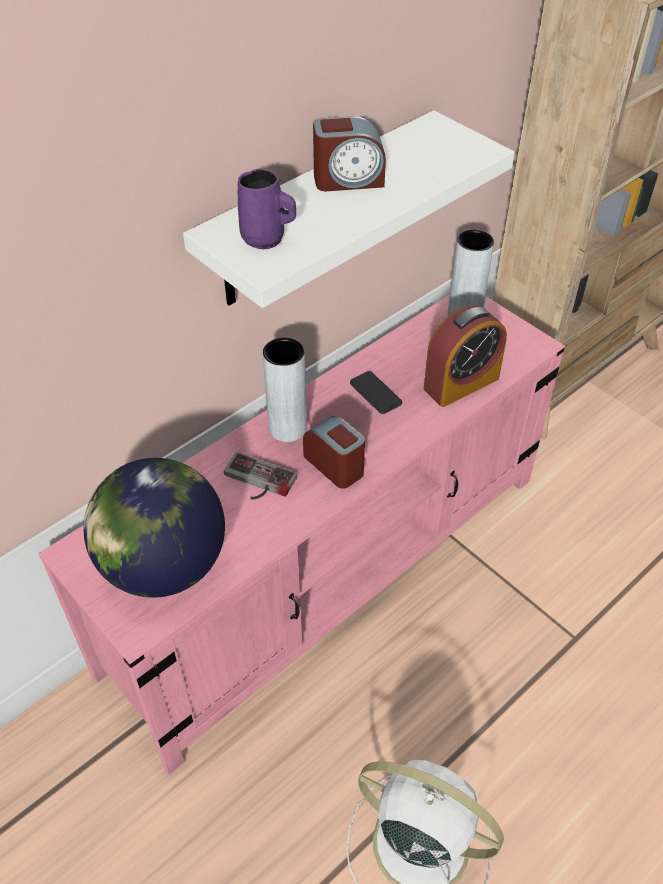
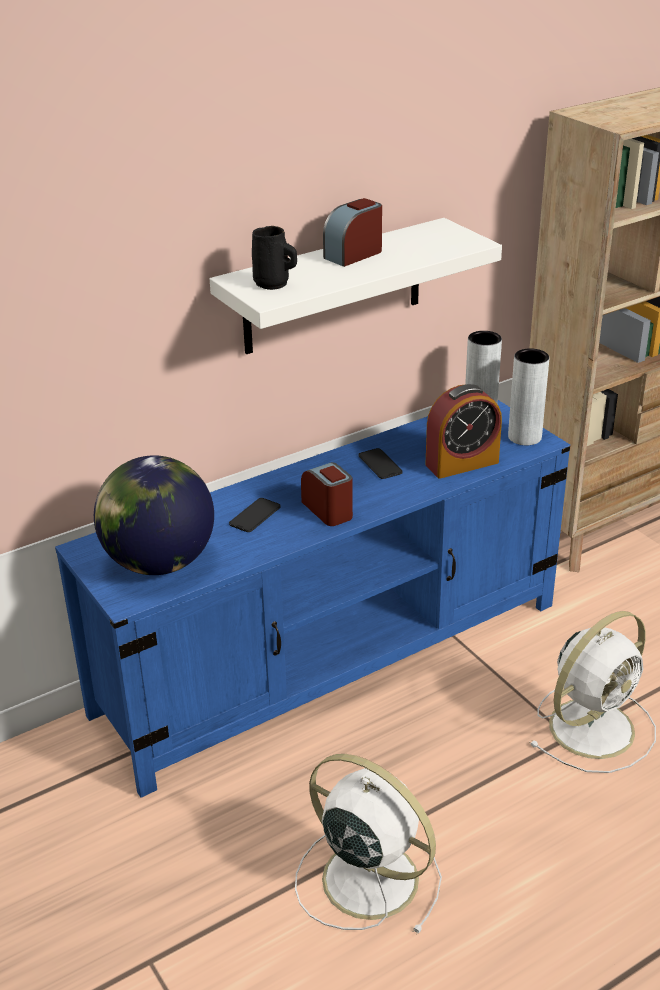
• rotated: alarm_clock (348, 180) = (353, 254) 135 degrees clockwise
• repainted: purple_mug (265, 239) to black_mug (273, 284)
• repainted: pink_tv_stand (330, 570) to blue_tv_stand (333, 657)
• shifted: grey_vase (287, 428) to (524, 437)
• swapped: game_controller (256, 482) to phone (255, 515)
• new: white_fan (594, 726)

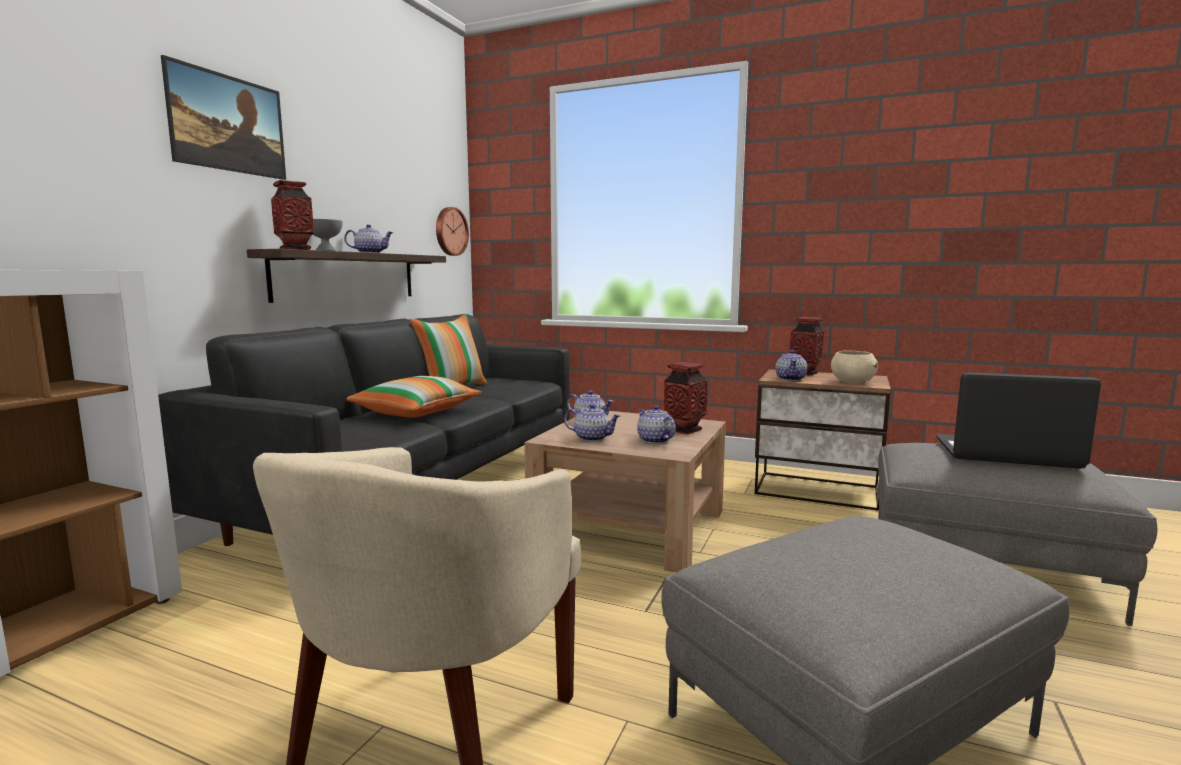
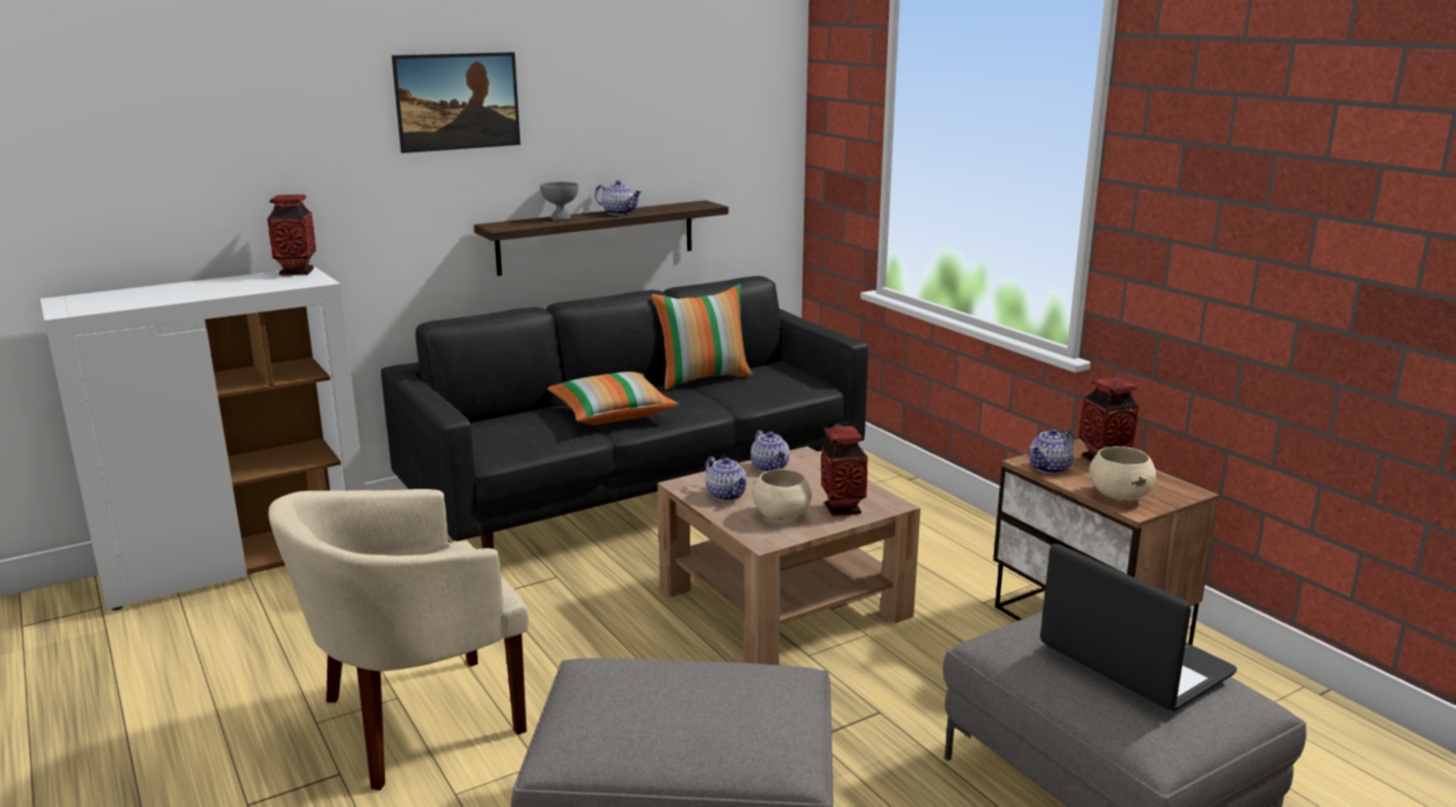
• shifted: vase (295, 249) to (297, 272)
• gone: wall_clock (450, 231)
• swapped: teapot (654, 440) to beige_bowl (780, 516)

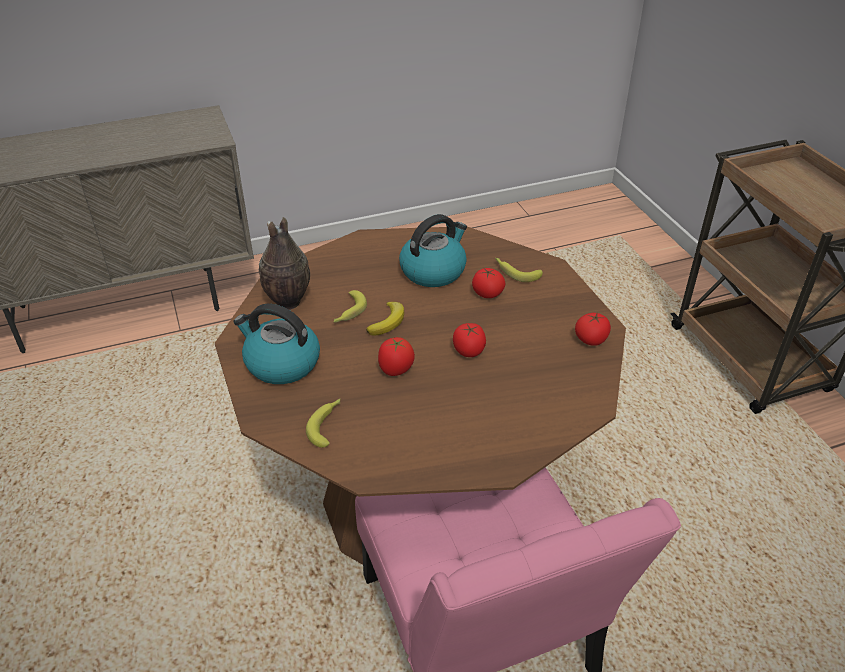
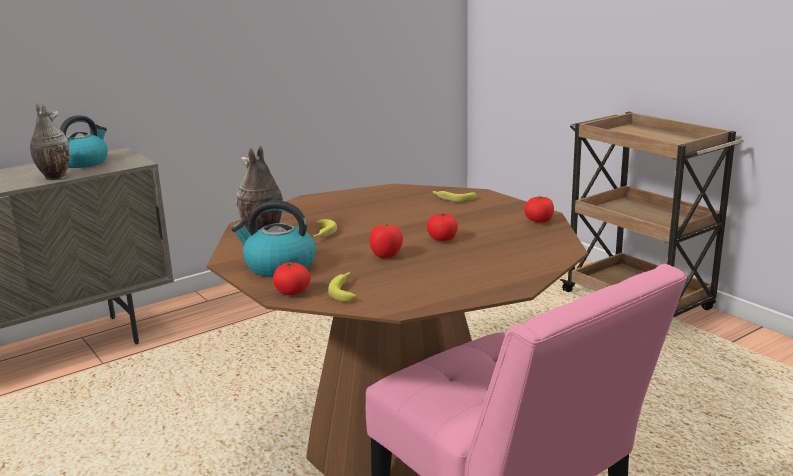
• shifted: kettle (433, 271) to (84, 162)
• shifted: tomato (487, 294) to (292, 292)
• gone: banana (388, 321)
• new: vase (54, 177)

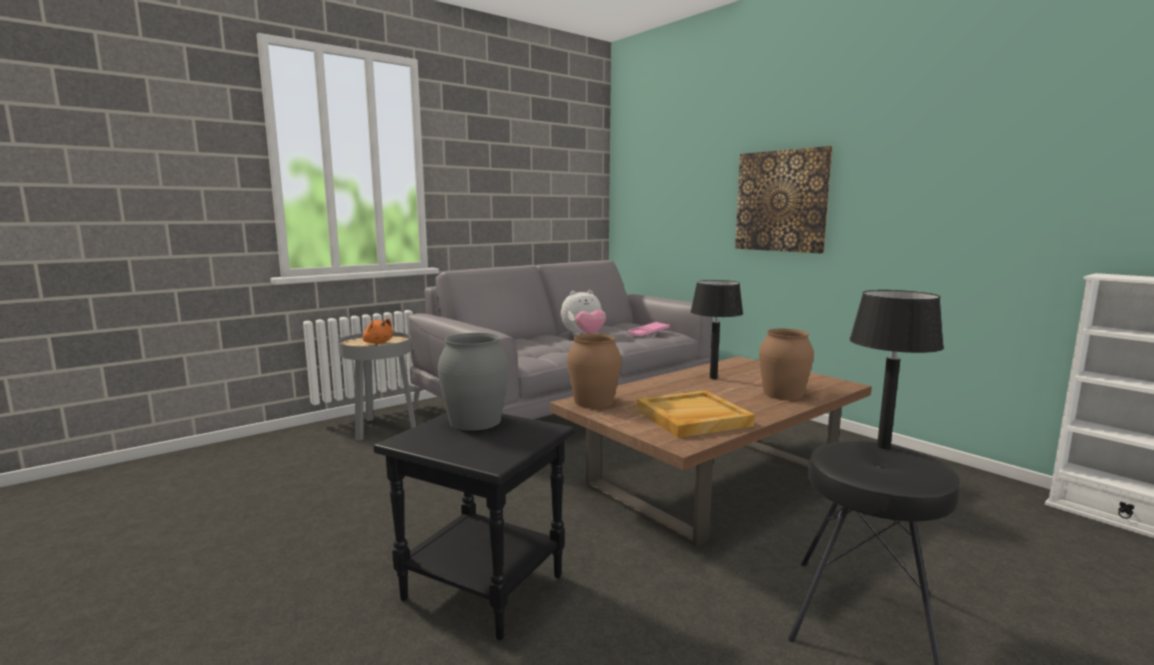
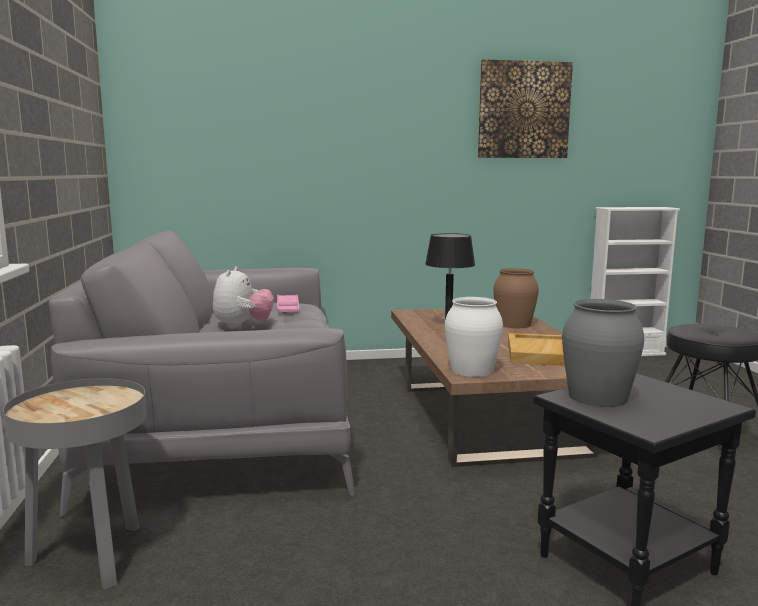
• shifted: picture (781, 201) to (523, 110)
• gone: black_table_lamp (883, 447)
• gone: orange_plush_toy (377, 343)
• repainted: brown_vase (594, 402) to white_vase (472, 370)

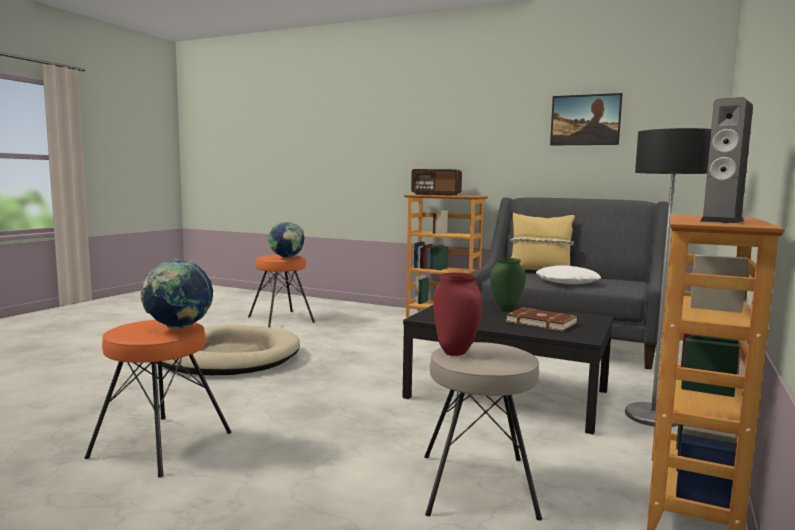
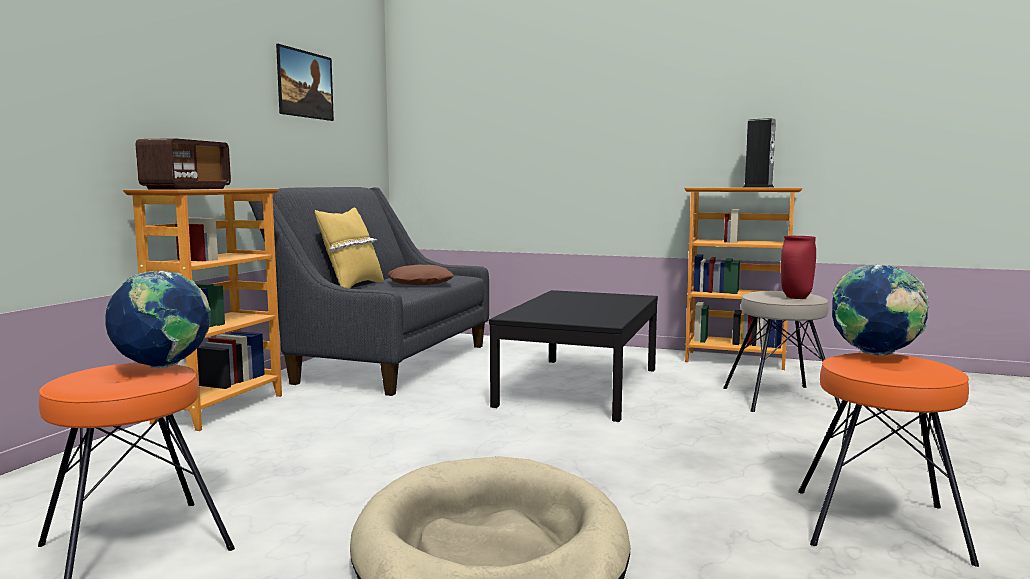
• gone: floor_lamp (653, 416)
• gone: green_vase (506, 309)
• repainted: white_pillow (567, 282) to brown_pillow (419, 283)
• gone: brown_book (541, 322)

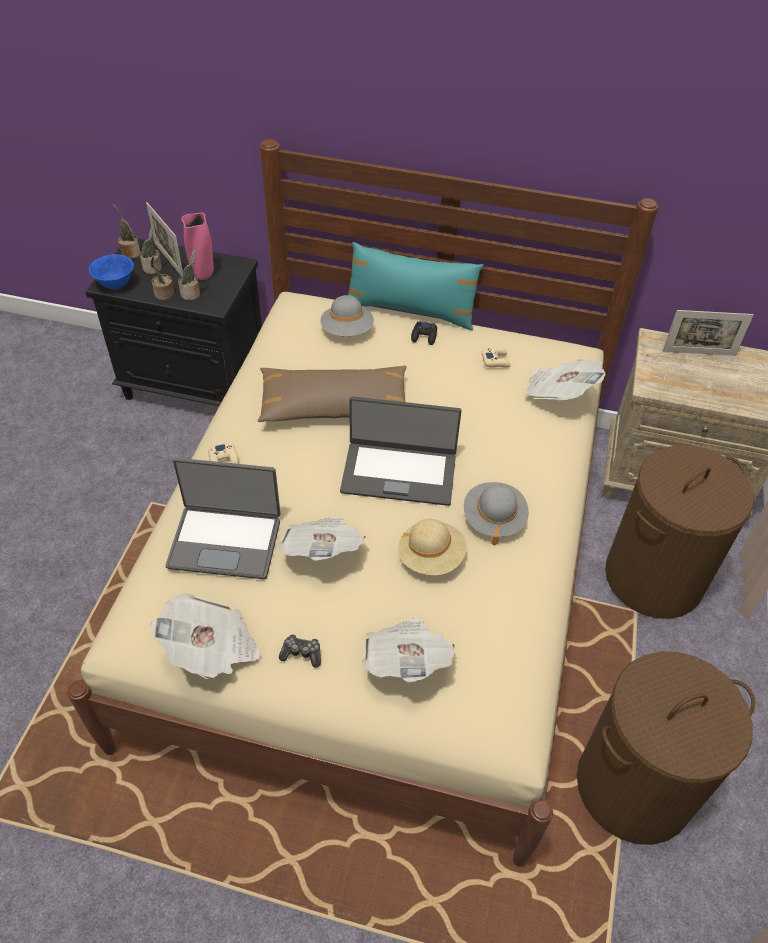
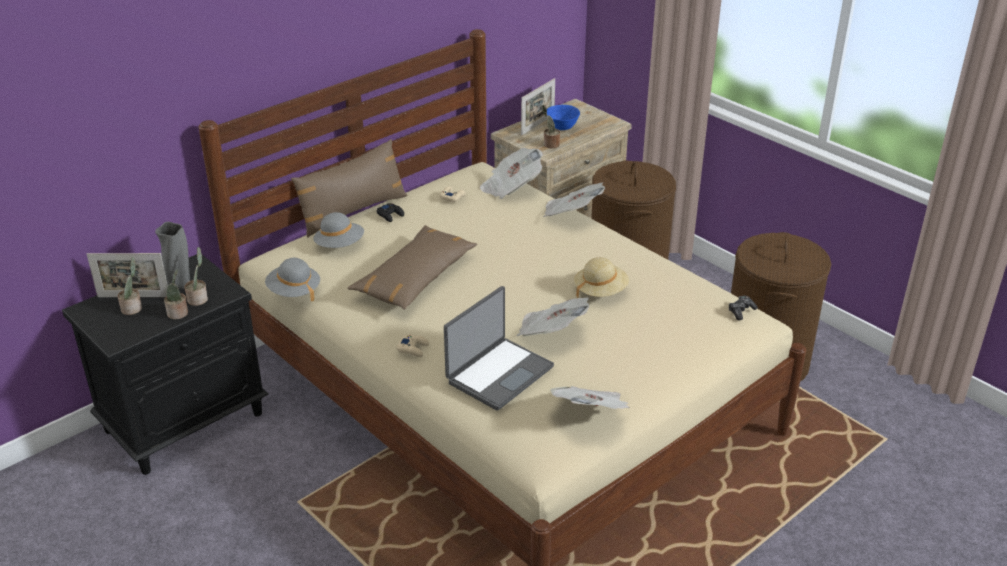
• shifted: potted_plant (130, 252) to (550, 144)
• repainted: pink_vase (203, 274) to grey_vase (180, 285)
• repainted: turquoise_pillow (410, 310) to brown_pillow (352, 212)
• shifted: blue_bowl (115, 284) to (562, 128)
• gone: laptop (399, 472)
• shifted: grey_hat (493, 519) to (294, 291)
• shifted: newspaper (406, 660) to (571, 214)
• shifted: game_controller (301, 653) to (741, 311)

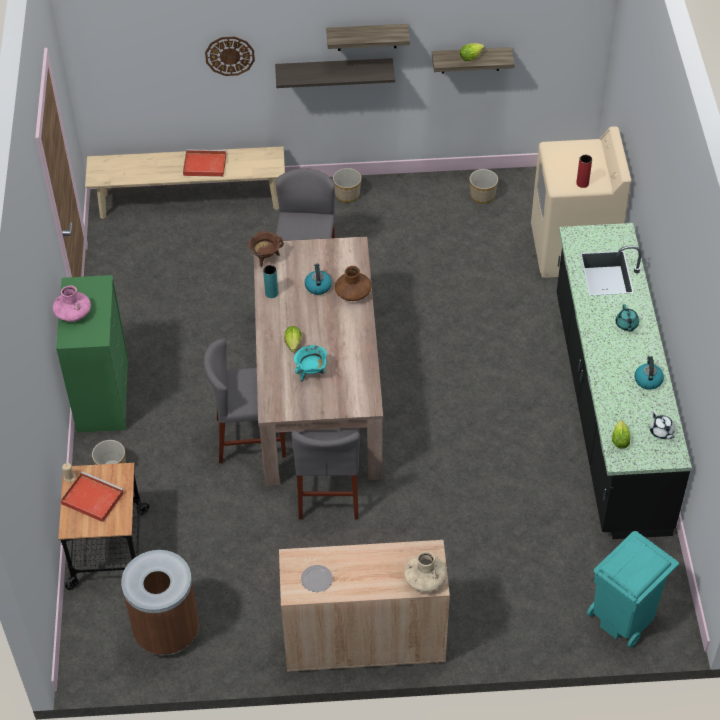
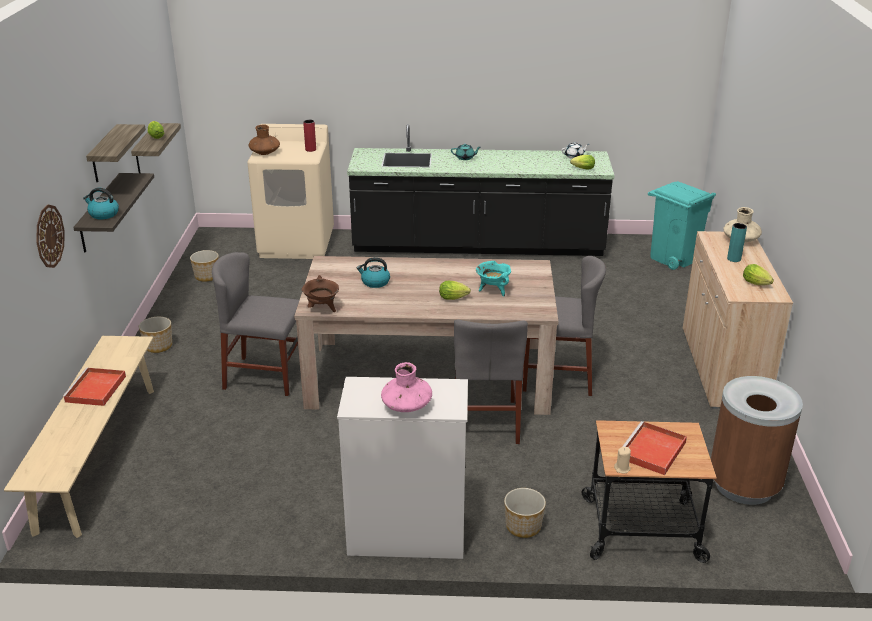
• shifted: turquoise_vase (271, 293) to (734, 259)
• shifted: brown_vase (353, 293) to (265, 153)
• repainted: green_dresser (103, 395) to white_dresser (405, 534)
• shifted: kettle (648, 380) to (103, 214)
• swapped: plate (317, 579) to lettuce (757, 284)

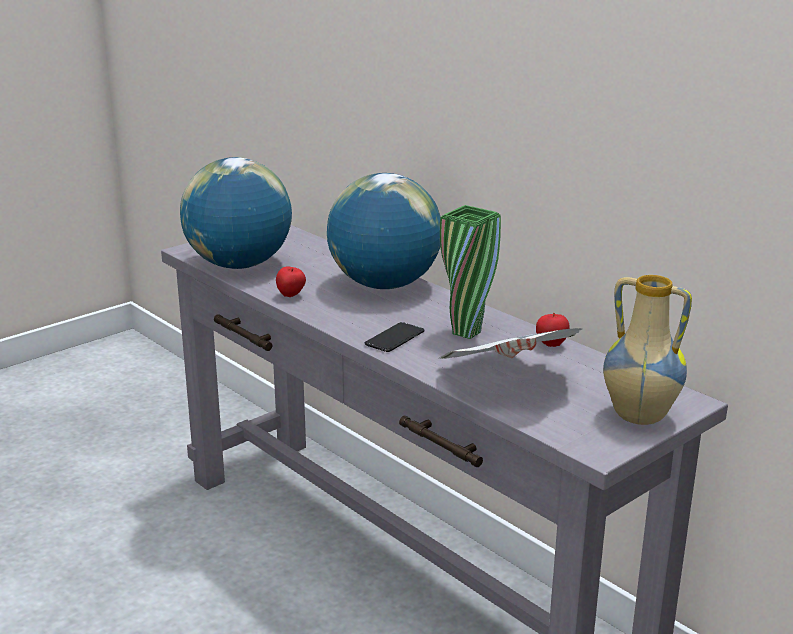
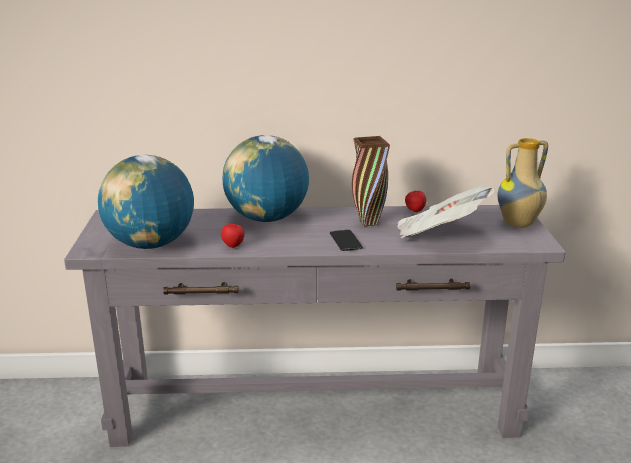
• repainted: green_vase (466, 333) to brown_vase (368, 223)

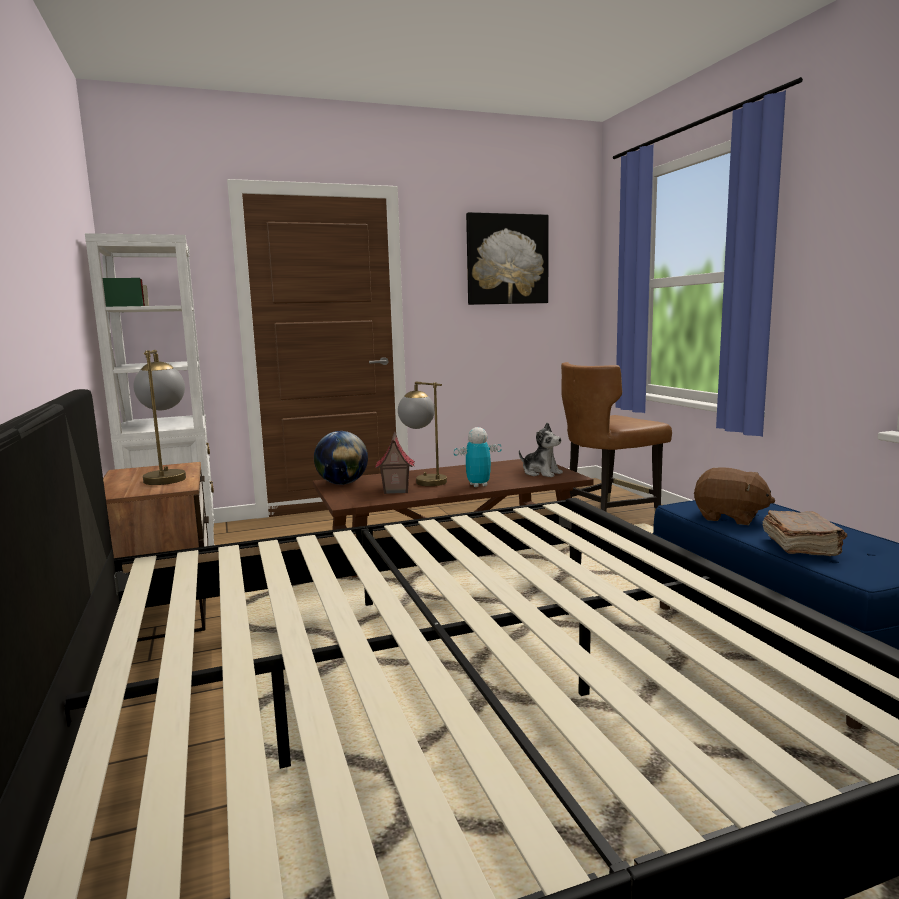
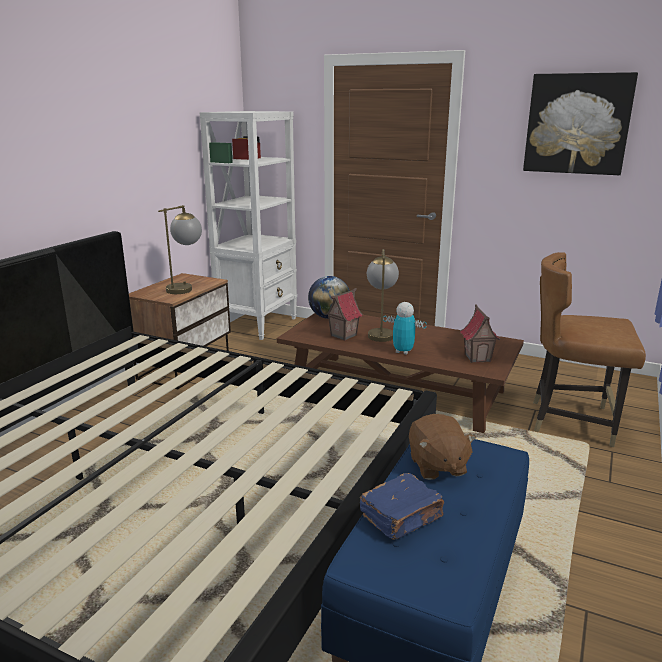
• swapped: plush_toy (541, 473) to toy_house (478, 358)
• repainted: brown_book (800, 546) to blue_book (402, 517)

